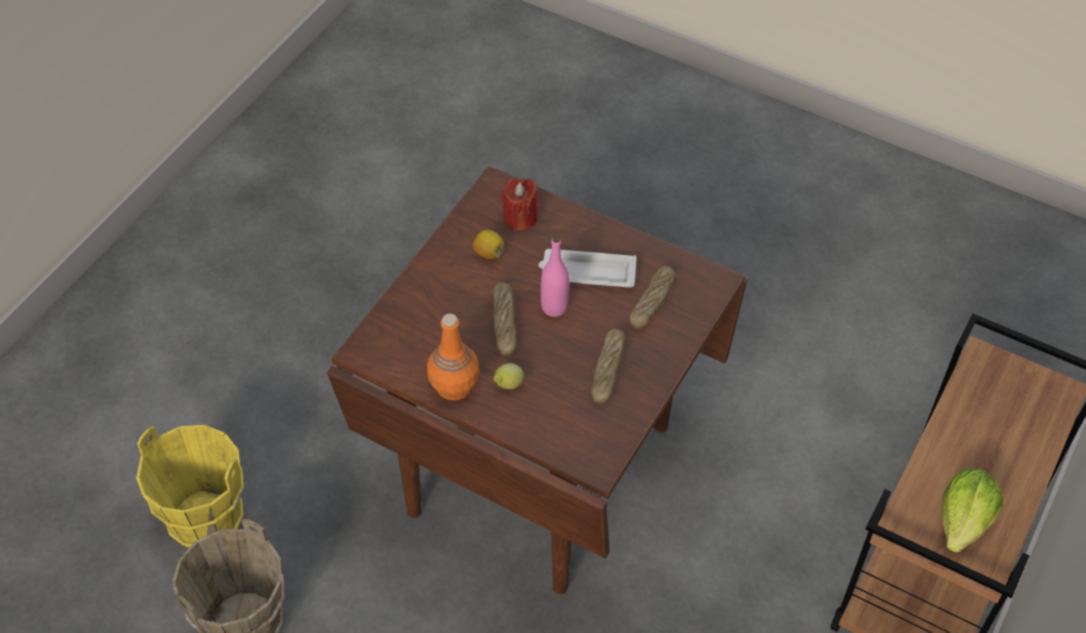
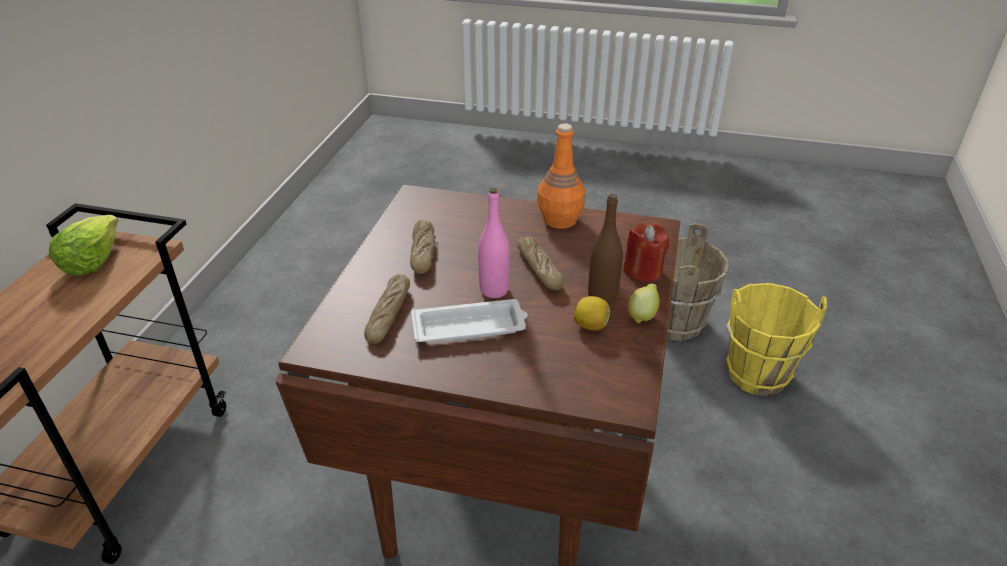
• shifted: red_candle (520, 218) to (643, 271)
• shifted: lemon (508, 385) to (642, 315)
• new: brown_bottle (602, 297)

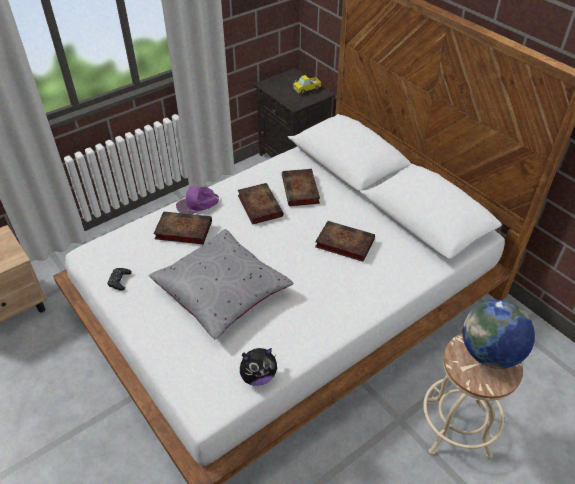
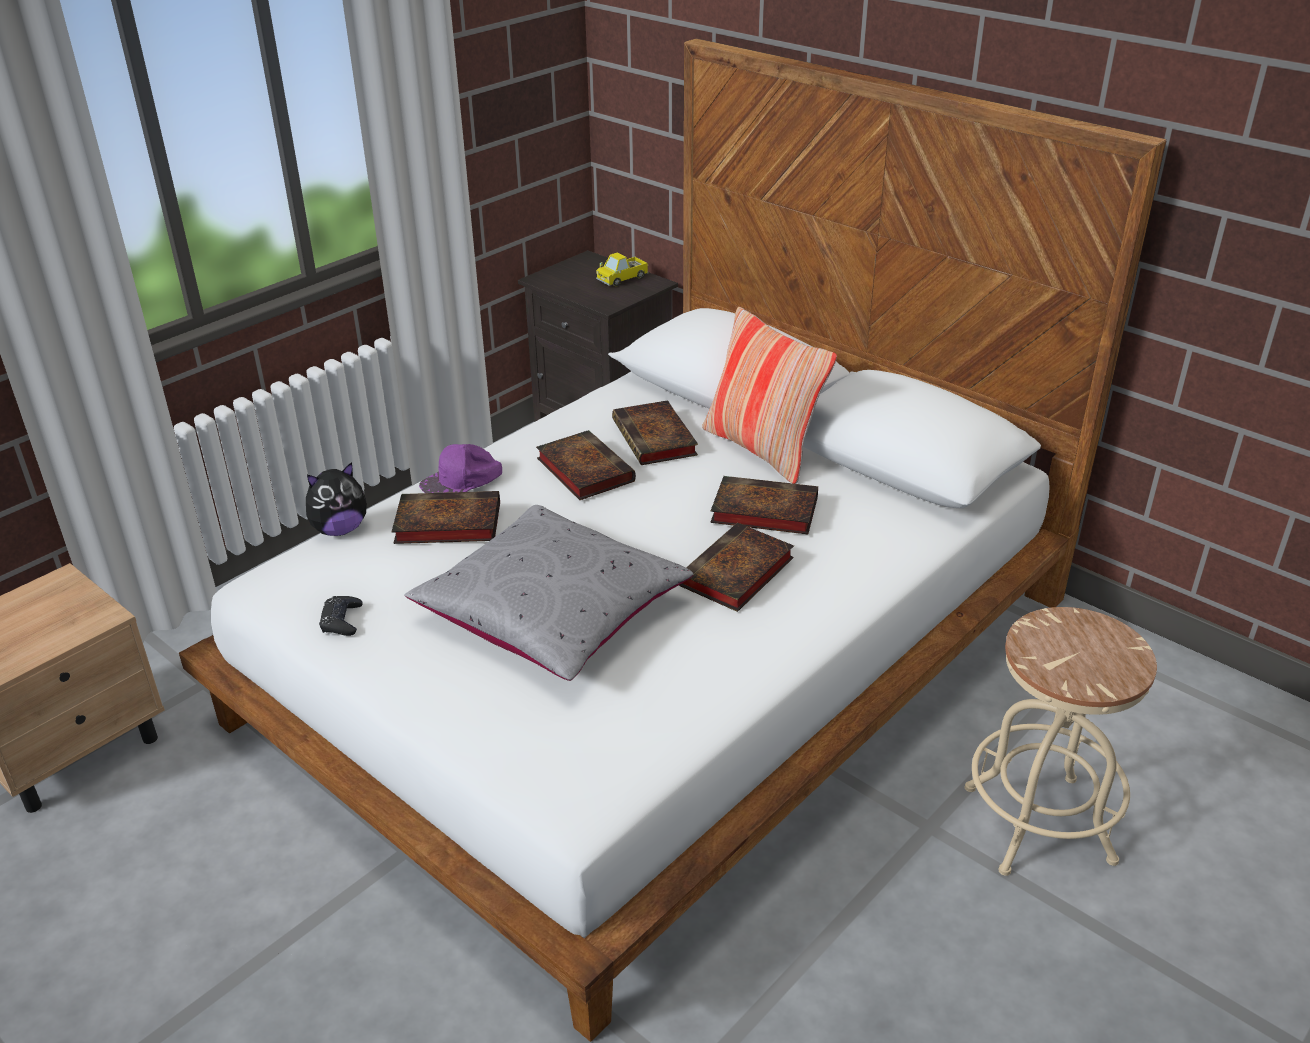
• gone: globe (489, 353)
• shifted: plush_toy (258, 376) to (339, 529)
• new: pillow (762, 449)
• new: book (735, 574)

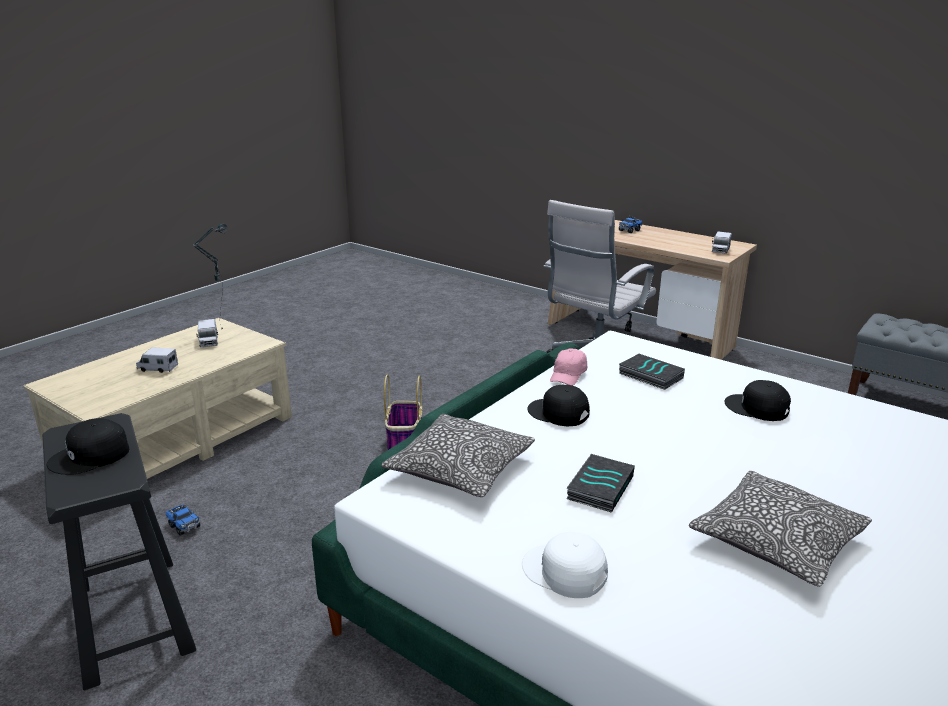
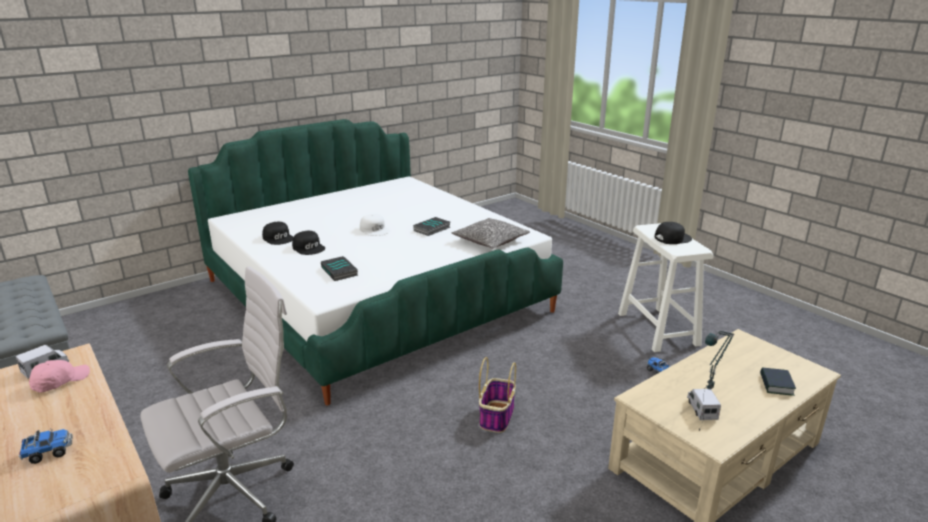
• gone: toy_truck (157, 368)
• shifted: pink_cap (568, 375) to (60, 381)
• shifted: black_cap (558, 413) to (279, 238)
• repainted: black_stool (132, 620) to white_stool (657, 329)
• gone: pillow (776, 541)
• shifted: white_cap (564, 572) to (375, 230)
• new: book (776, 385)

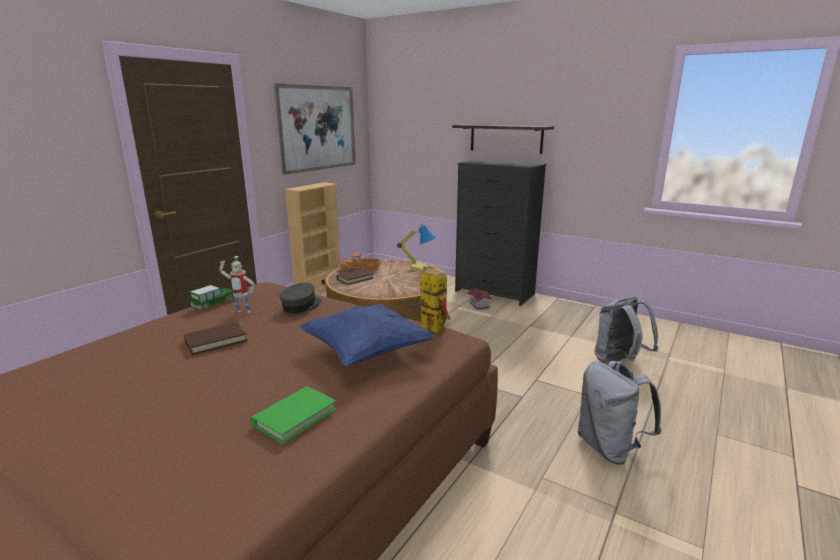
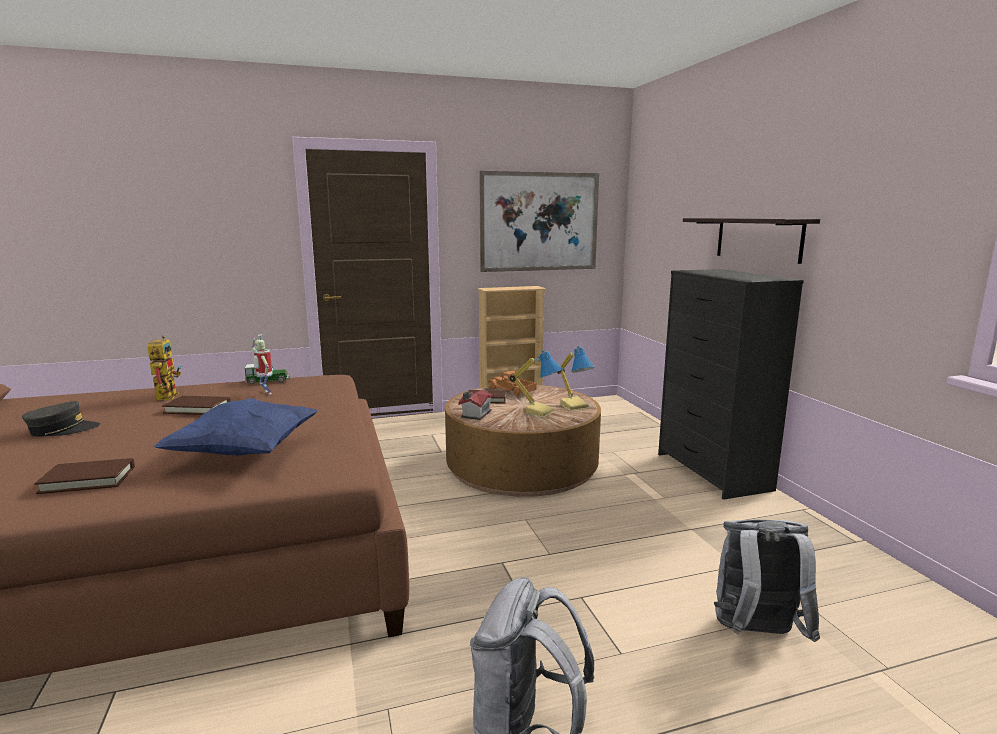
• shifted: toy_robot (427, 327) to (167, 395)
• shifted: grey_cap (301, 306) to (62, 430)
• shifted: toy_house (478, 305) to (475, 414)
• repainted: green_book (295, 417) to brown_book (88, 480)
• new: table_lamp (539, 412)

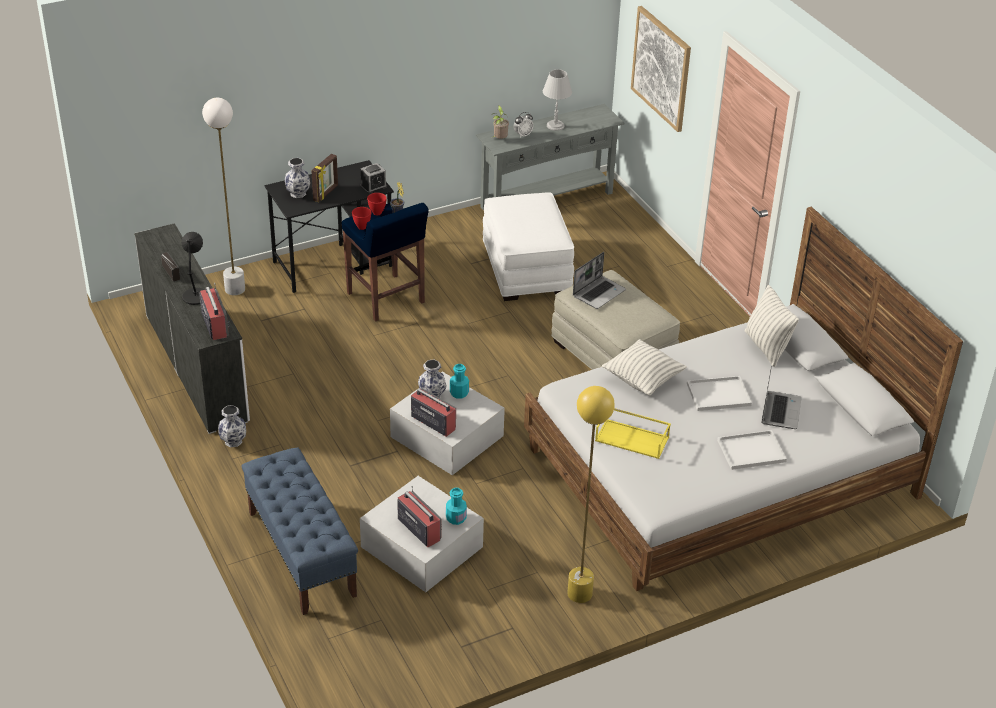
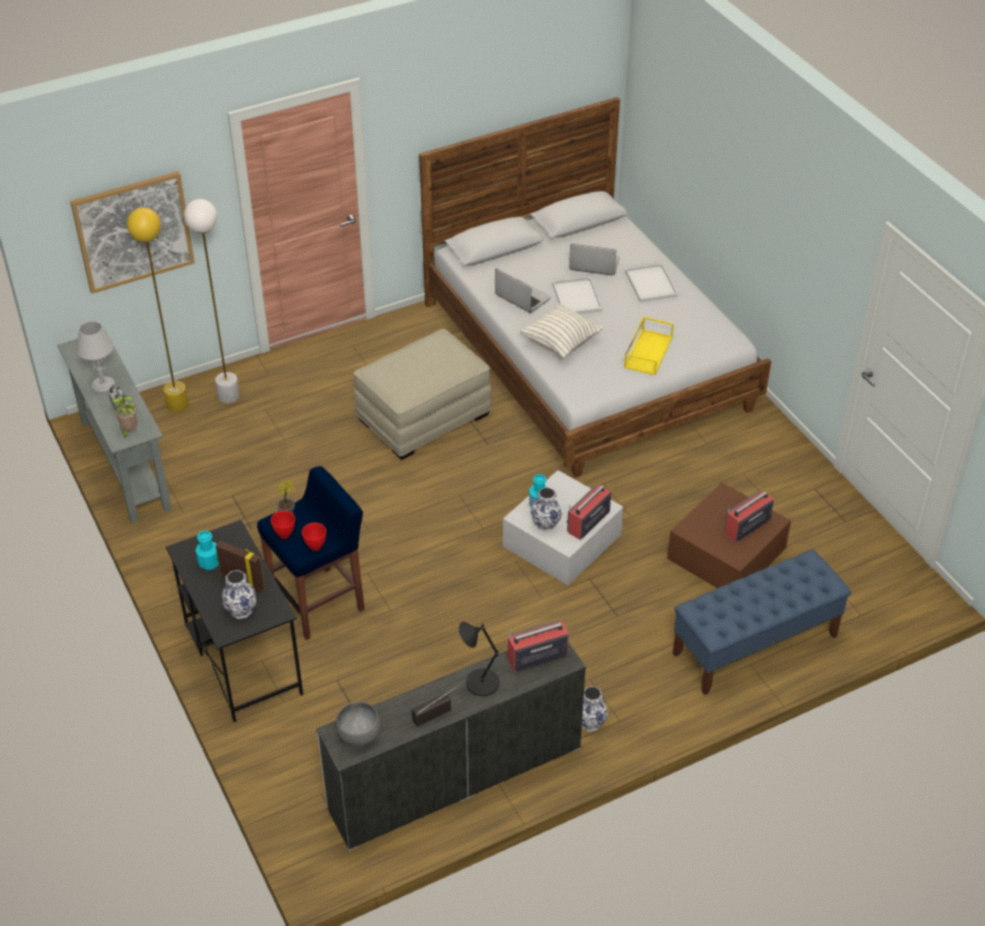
• shifted: white_floor_lamp (234, 289) to (228, 396)
• gone: alarm_clock (373, 186)
• gone: white_ottoman (526, 269)
• shifted: laptop (599, 293) to (521, 297)
• gone: pillow (766, 347)
• shifted: yellow_floor_lamp (579, 594) to (177, 405)
• repainted: white_storage_box (421, 547) to brown_storage_box (726, 553)
• shifted: turquoise_bottle (456, 518) to (209, 562)
• new: grey_bowl (359, 733)

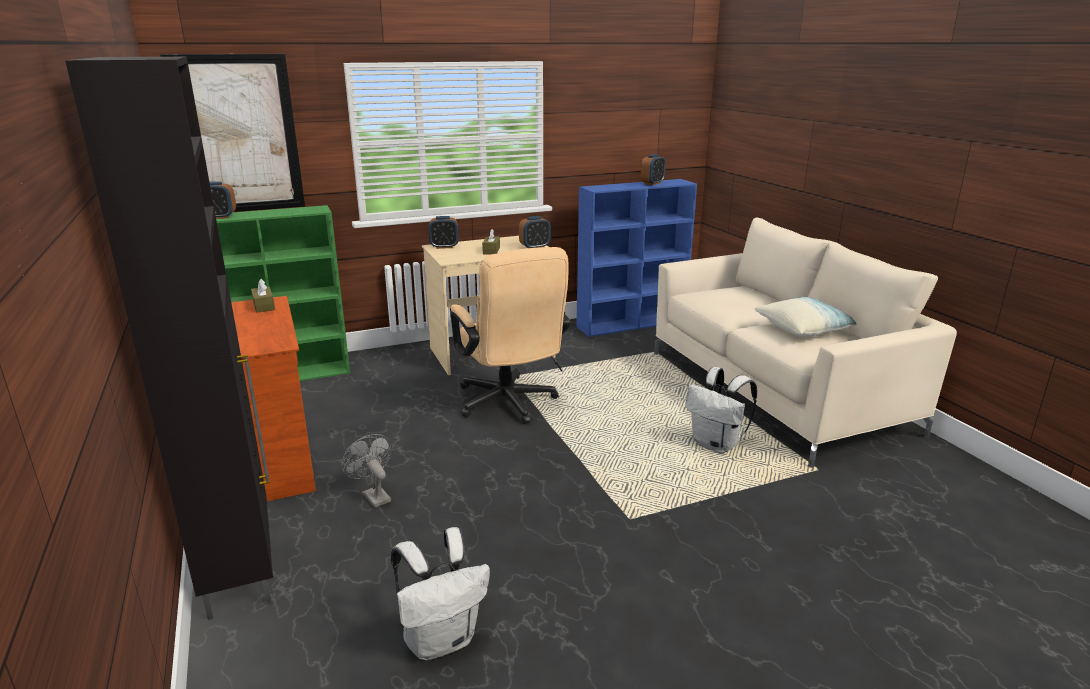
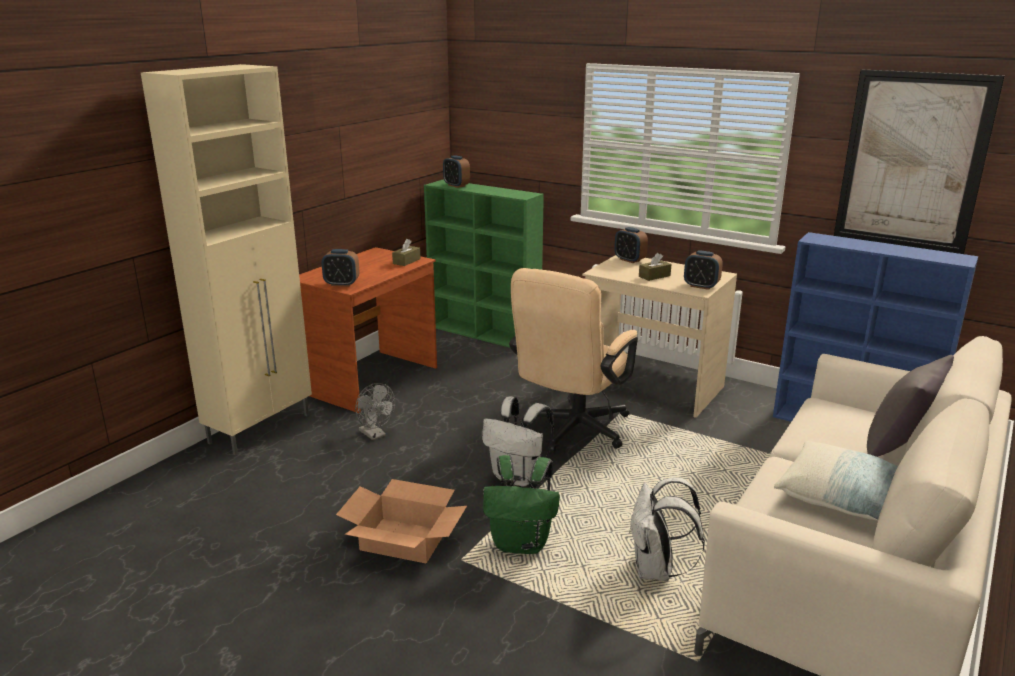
• shifted: picture (237, 135) to (912, 162)
• repainted: black_cabinet (240, 565) to beige_cabinet (261, 428)
• shifted: alarm_clock (652, 183) to (341, 284)
• rotated: grey_fan (373, 495) = (375, 435) 120 degrees clockwise
• shifted: white_backpack (441, 639) to (518, 477)
• new: grey_pillow (900, 448)
• new: green_backpack (521, 543)
• new: cardboard_box (403, 540)

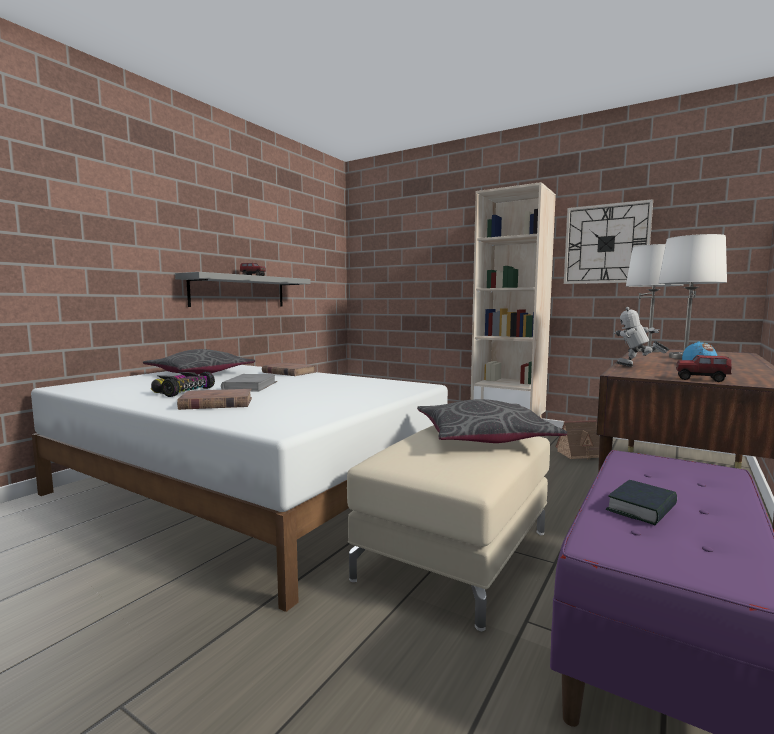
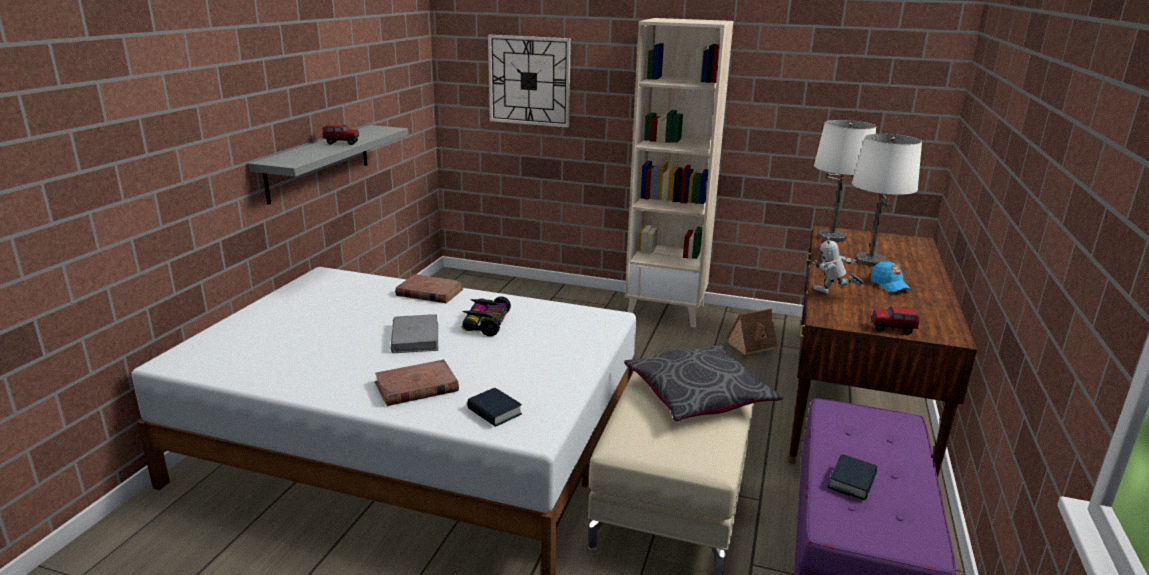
• shifted: wall_clock (606, 244) to (529, 81)
• gone: grey_pillow (200, 373)
• shifted: toy_car (182, 391) to (485, 323)
• new: book (494, 412)

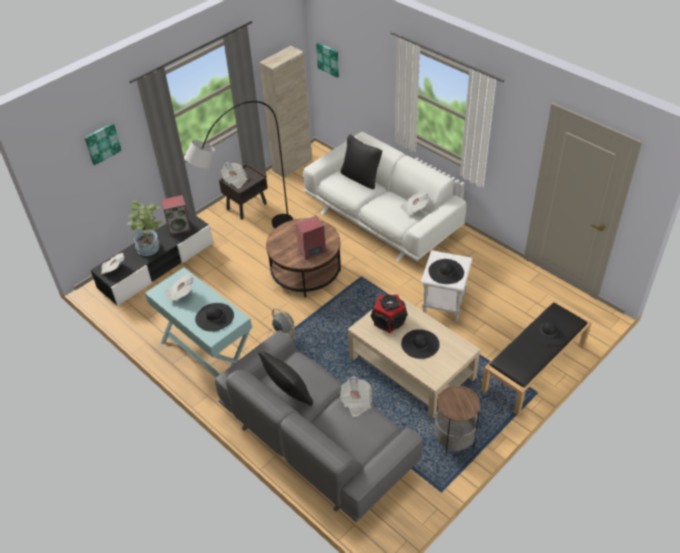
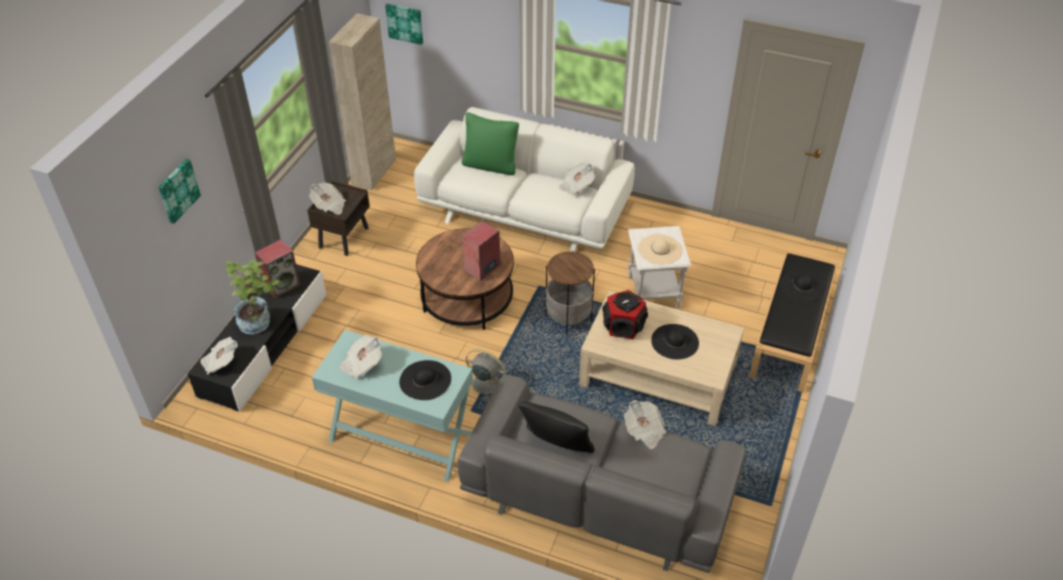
• gone: grey_floor_lamp (248, 241)
• repainted: black_pillow (361, 178) to green_pillow (490, 165)
• repainted: black_hat (446, 271) to beige_hat (660, 249)
• shifted: side_table (454, 440) to (568, 318)

